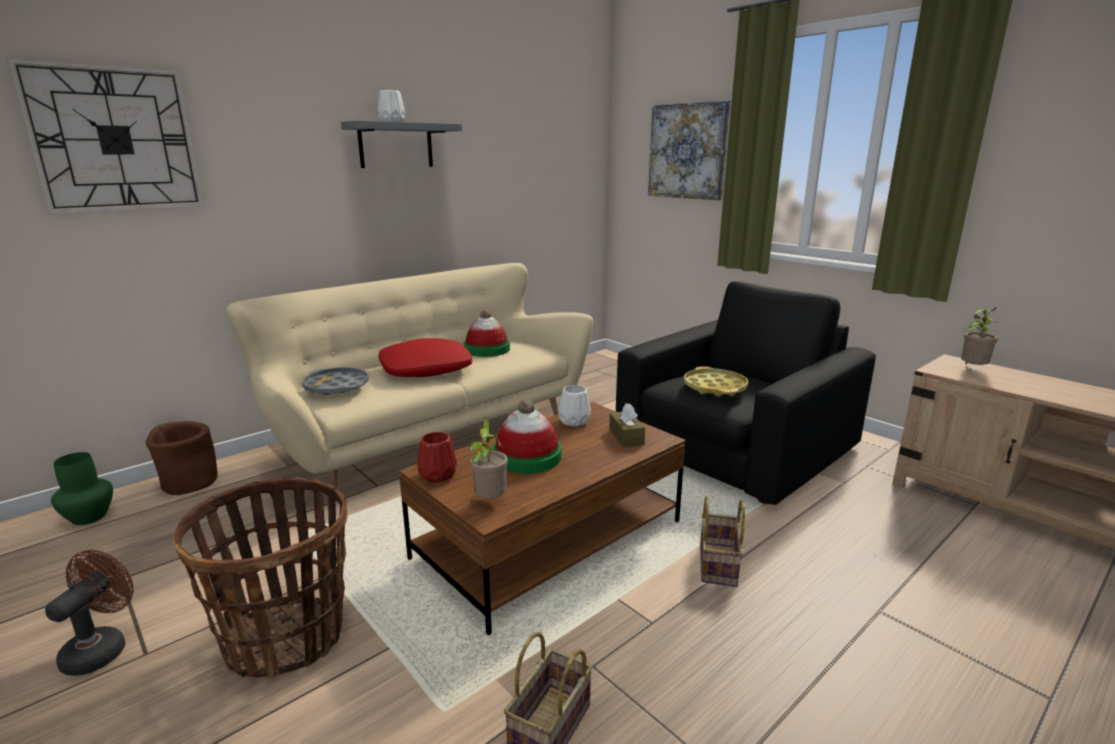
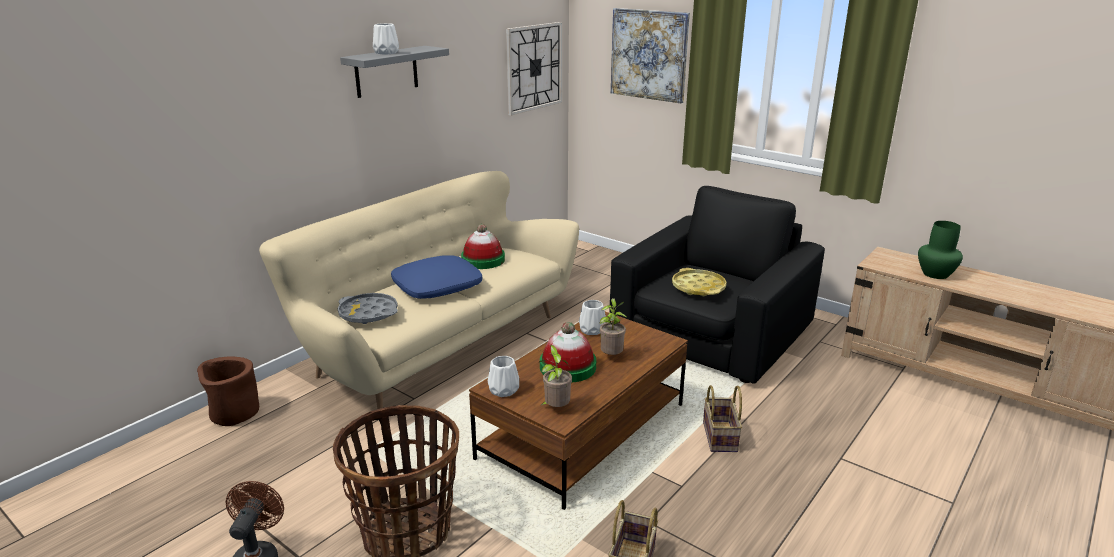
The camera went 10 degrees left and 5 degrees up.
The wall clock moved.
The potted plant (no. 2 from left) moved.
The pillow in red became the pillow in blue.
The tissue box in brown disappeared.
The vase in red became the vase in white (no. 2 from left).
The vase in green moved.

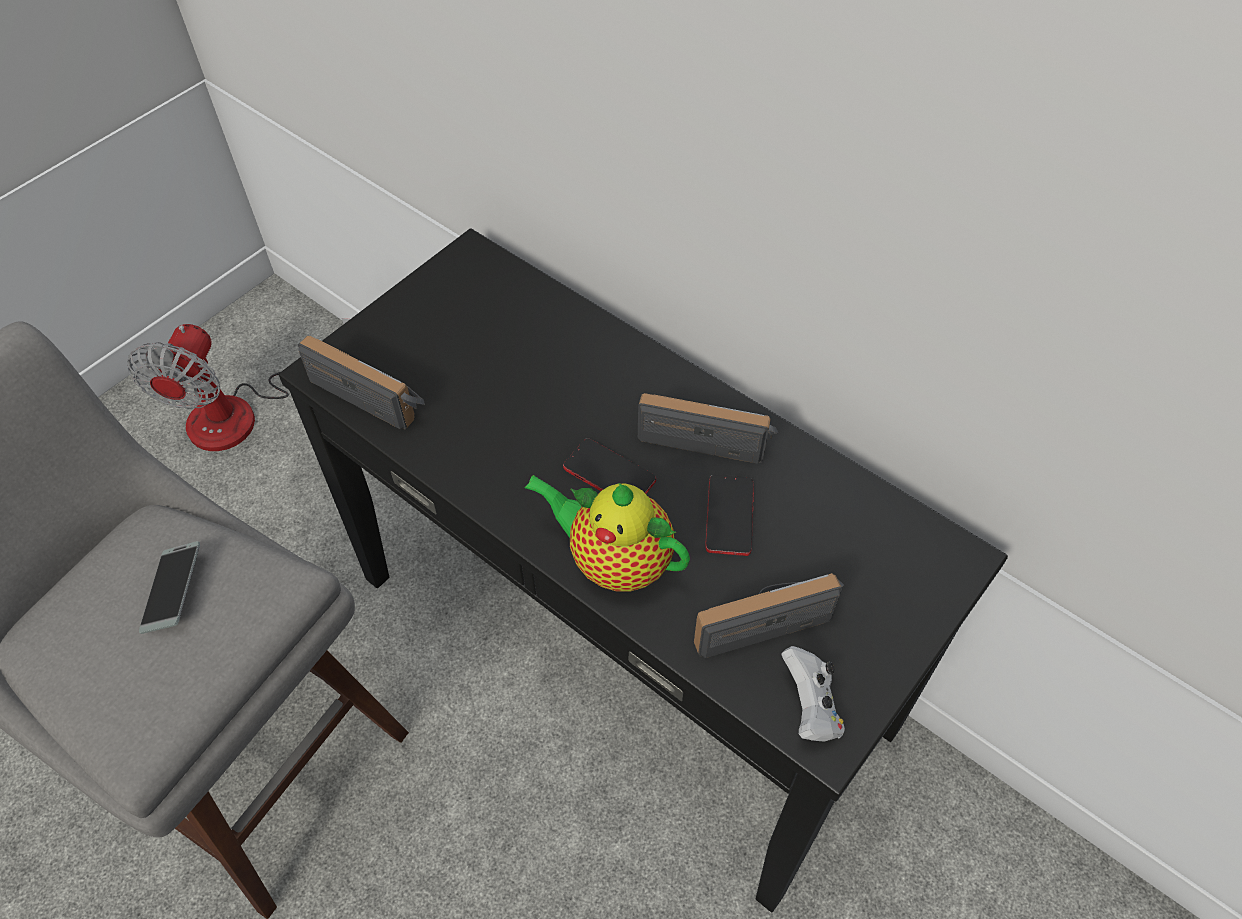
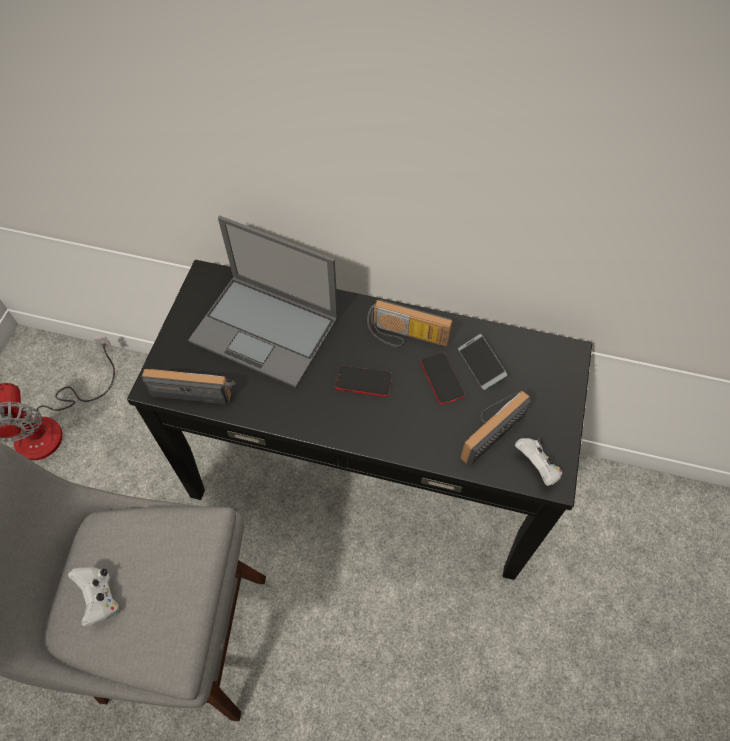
The camera went 25 degrees left and 5 degrees up.
The radio (no. 2 from left) turned 150 degrees counterclockwise.
The teapot disappeared.
The phone (no. 1 from left in the first image) moved.
The laptop appeared.
The game controller in white (no. 1 from left) appeared.

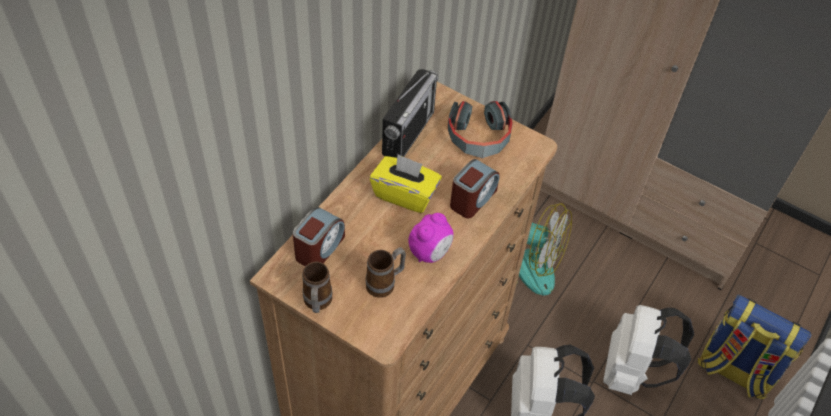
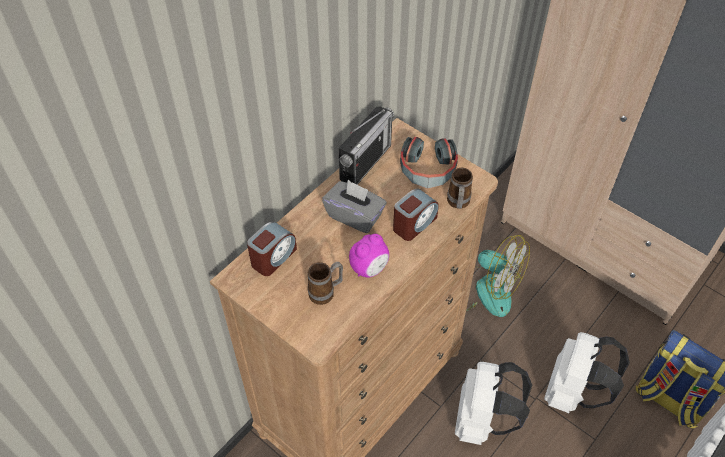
The camera went 10 degrees right and 0 degrees up.
The tissue box in yellow became the tissue box in grey.
The mug (no. 1 from left in the first image) moved.

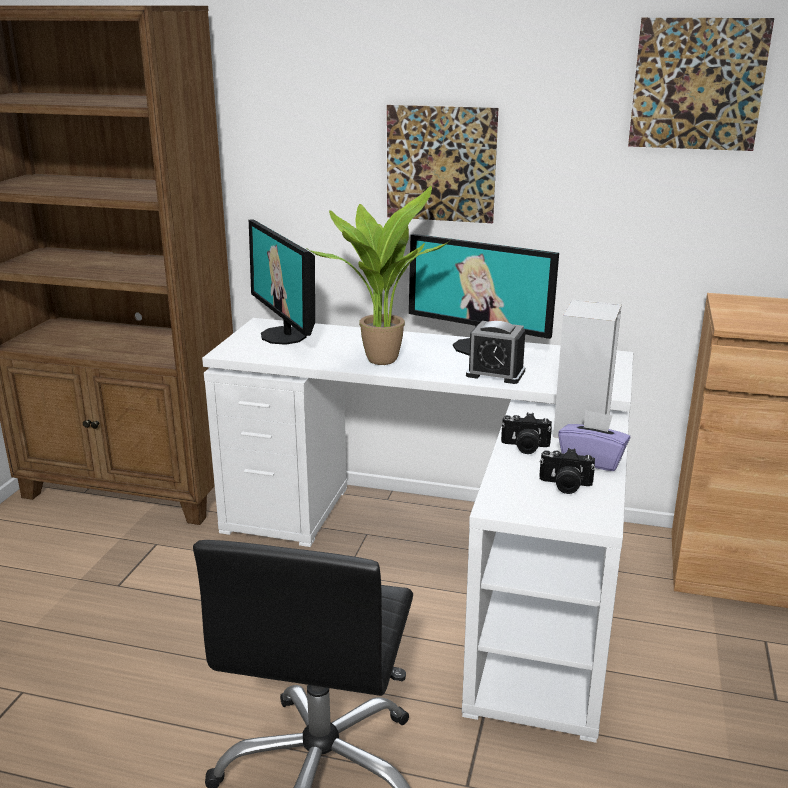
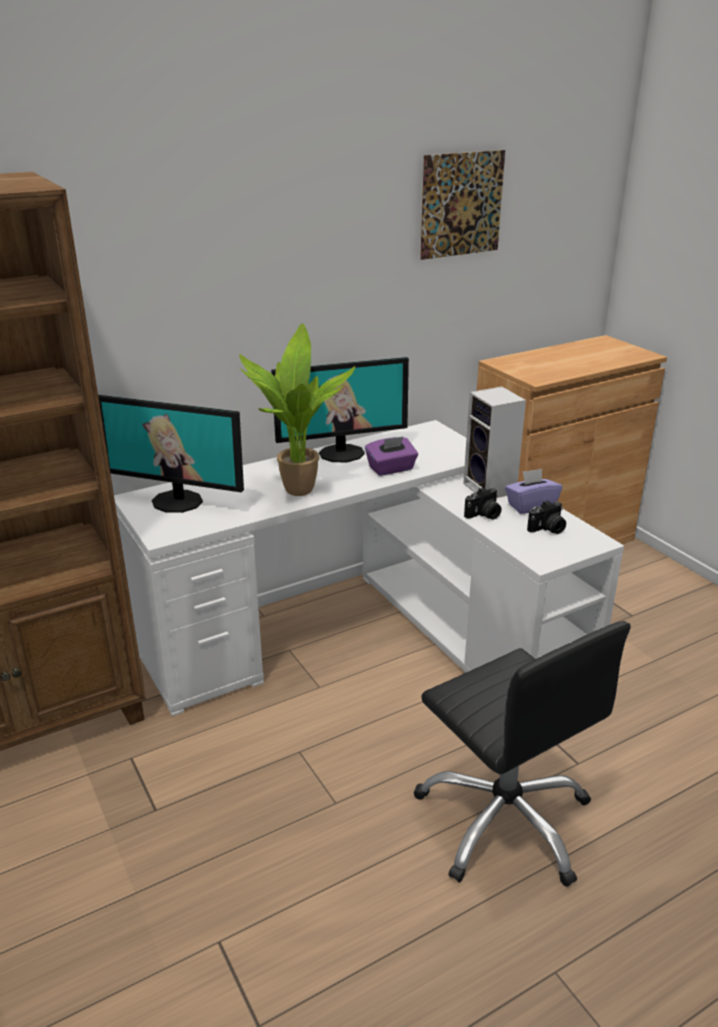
The camera went 45 degrees left and 5 degrees up.
The picture (no. 1 from left) disappeared.
The alarm clock was replaced by the tissue box in purple (no. 1 from left).

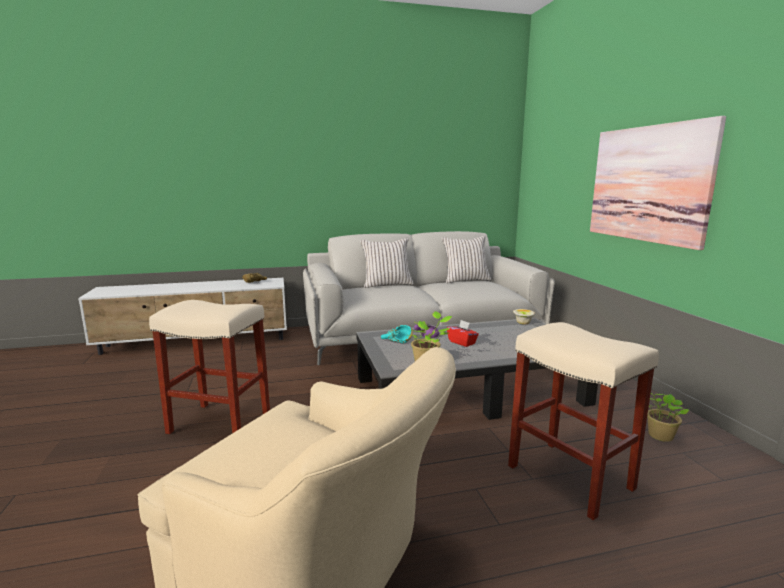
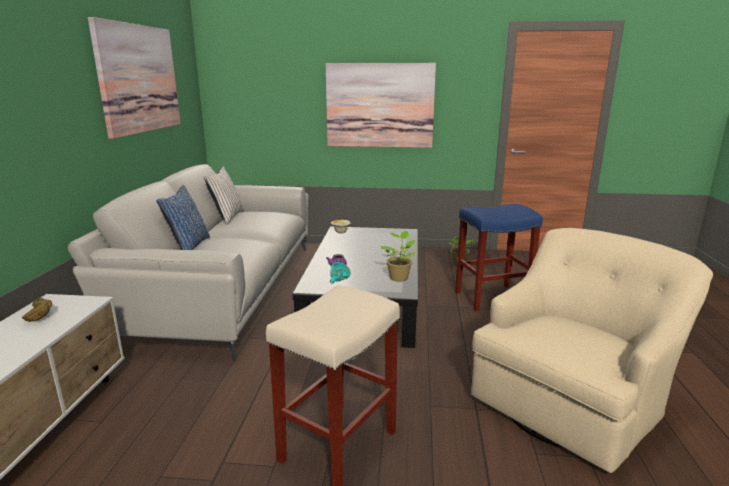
The camera went 70 degrees left and 5 degrees up.
The pillow in white (no. 1 from left) became the pillow in blue.
The tissue box in red disappeared.
The stool in beige (no. 2 from left) became the stool in blue.
The picture (no. 1 from left) appeared.

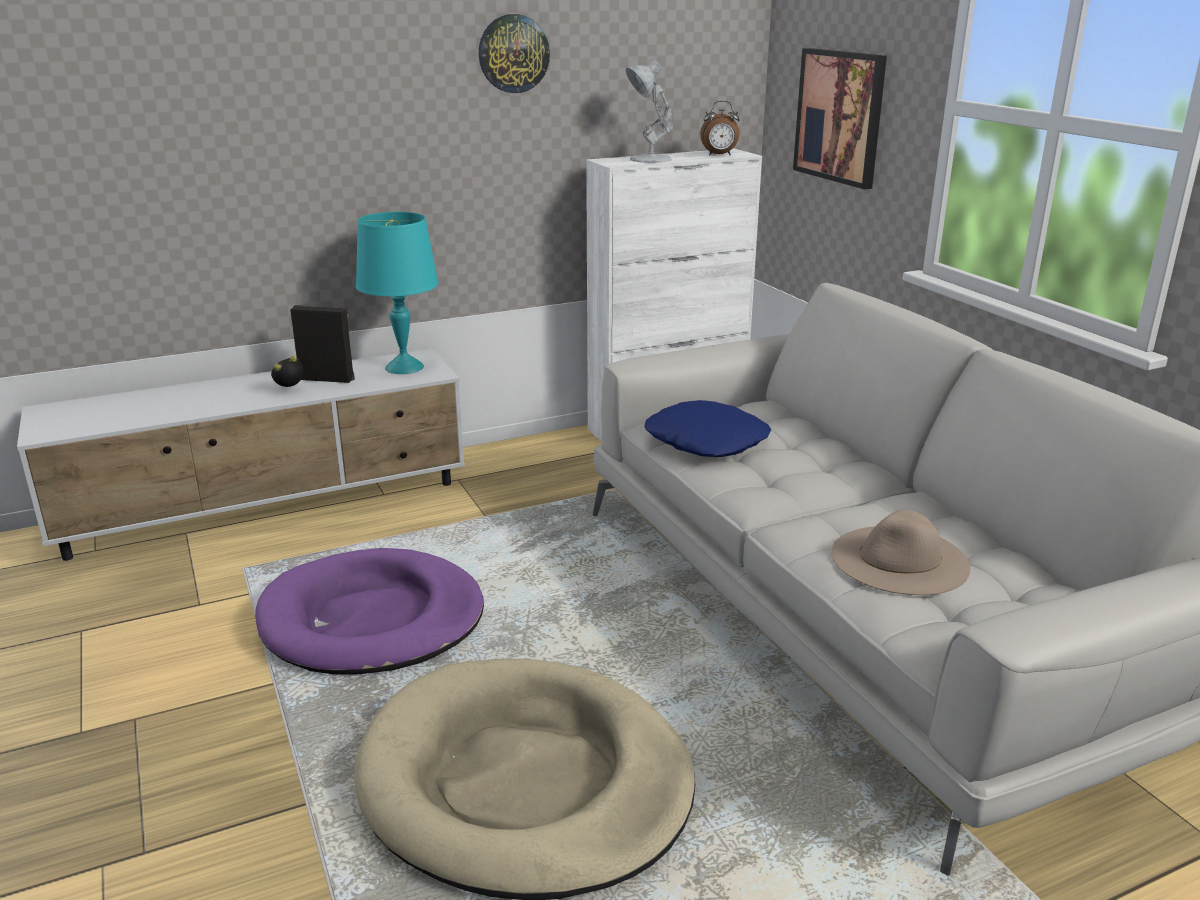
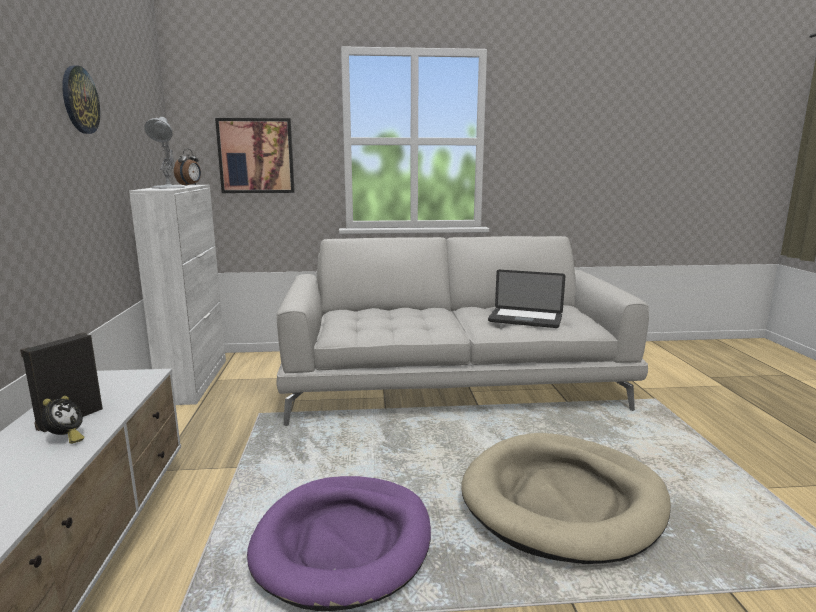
The camera went 70 degrees left and 10 degrees down.
The table lamp in turquoise disappeared.
The alarm clock (no. 1 from left) turned 150 degrees counterclockwise.
The pillow in blue disappeared.
The hat in beige was replaced by the laptop.

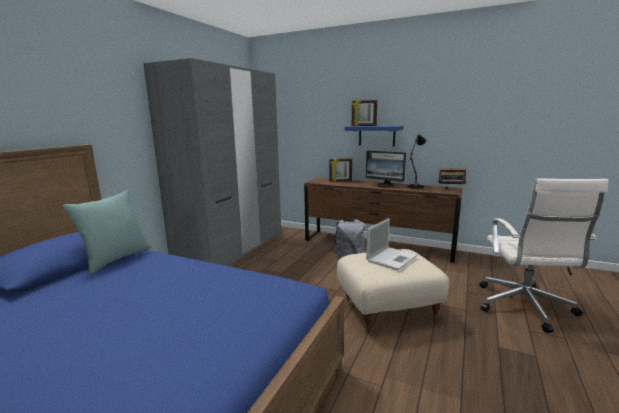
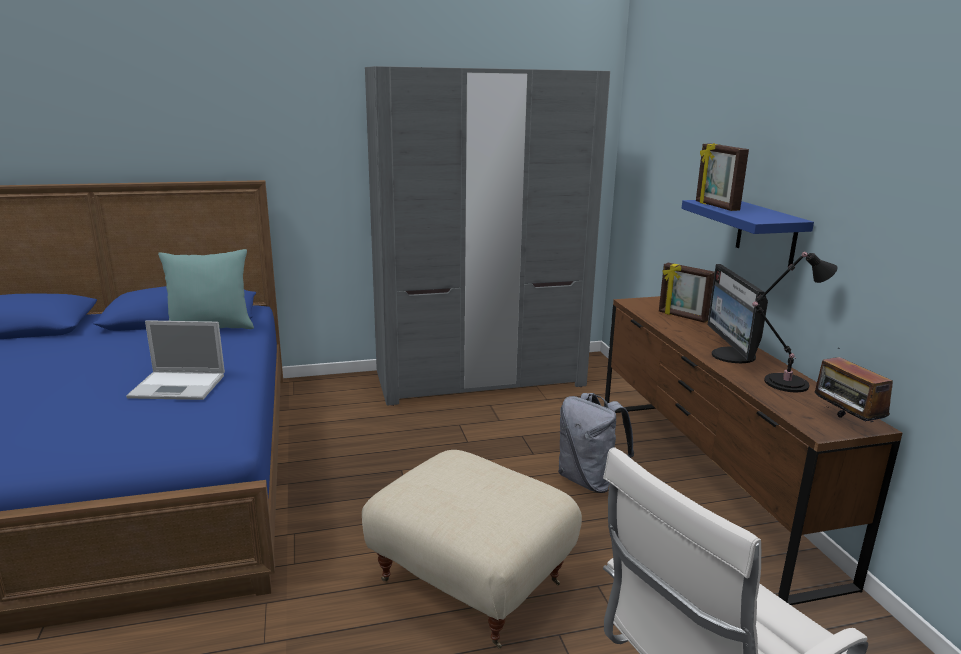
The camera went 50 degrees right and 5 degrees up.
The laptop moved.

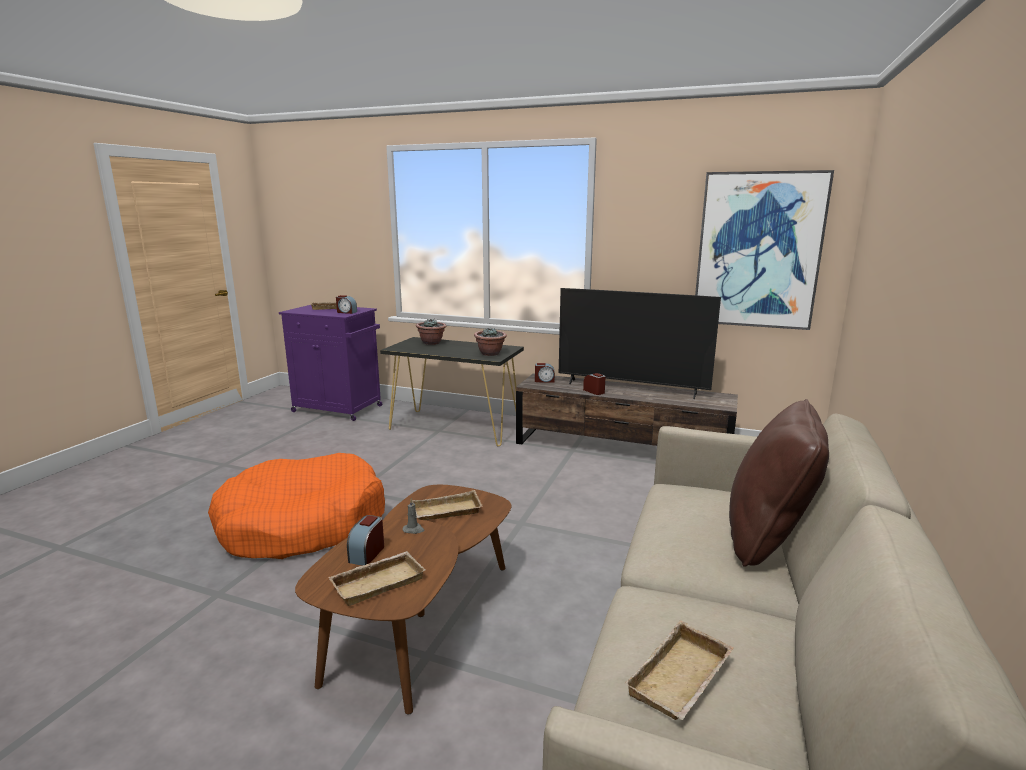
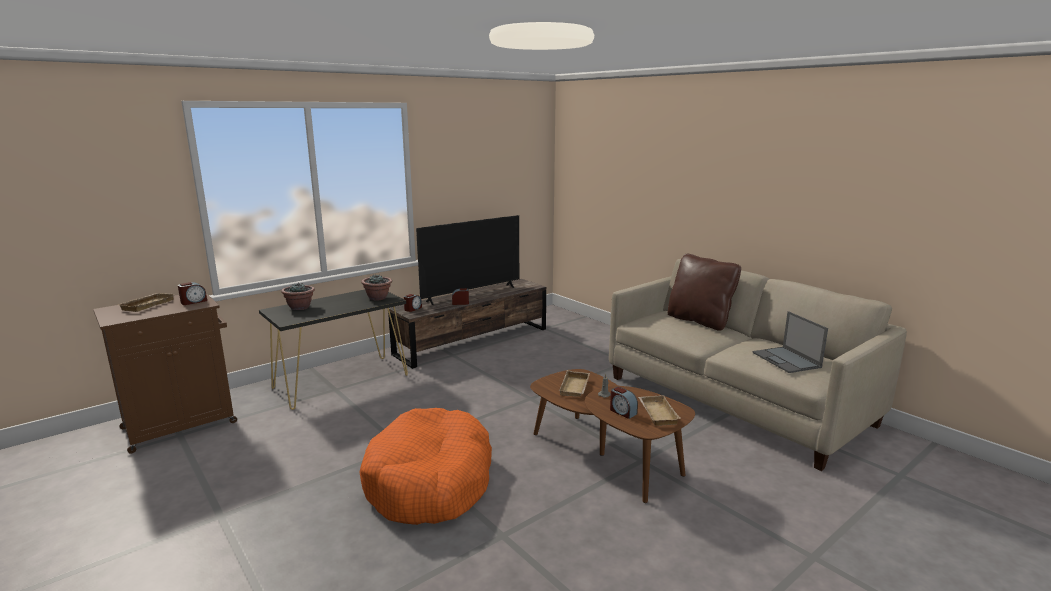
The camera went 60 degrees left and 0 degrees up.
The picture disappeared.
The cabinet in purple became the cabinet in brown.
The tray in beige (no. 4 from left) was replaced by the laptop.

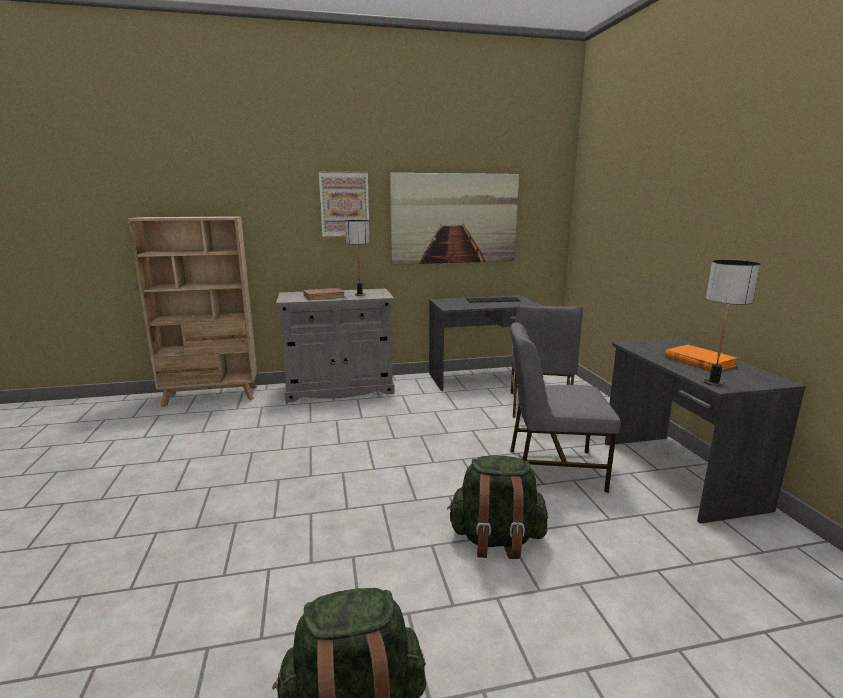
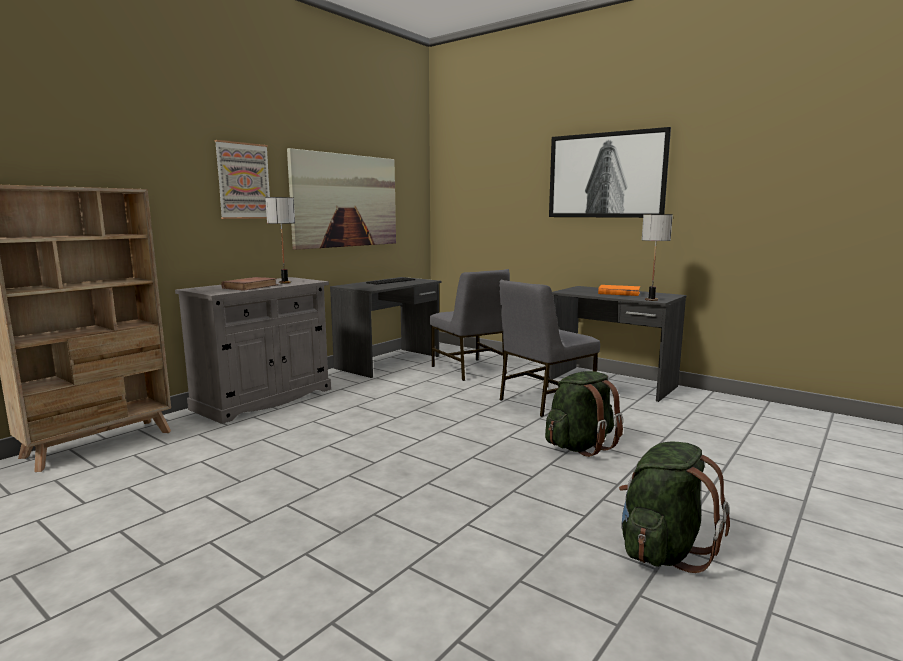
The camera went 40 degrees left and 5 degrees down.
The picture (no. 3 from left) appeared.

